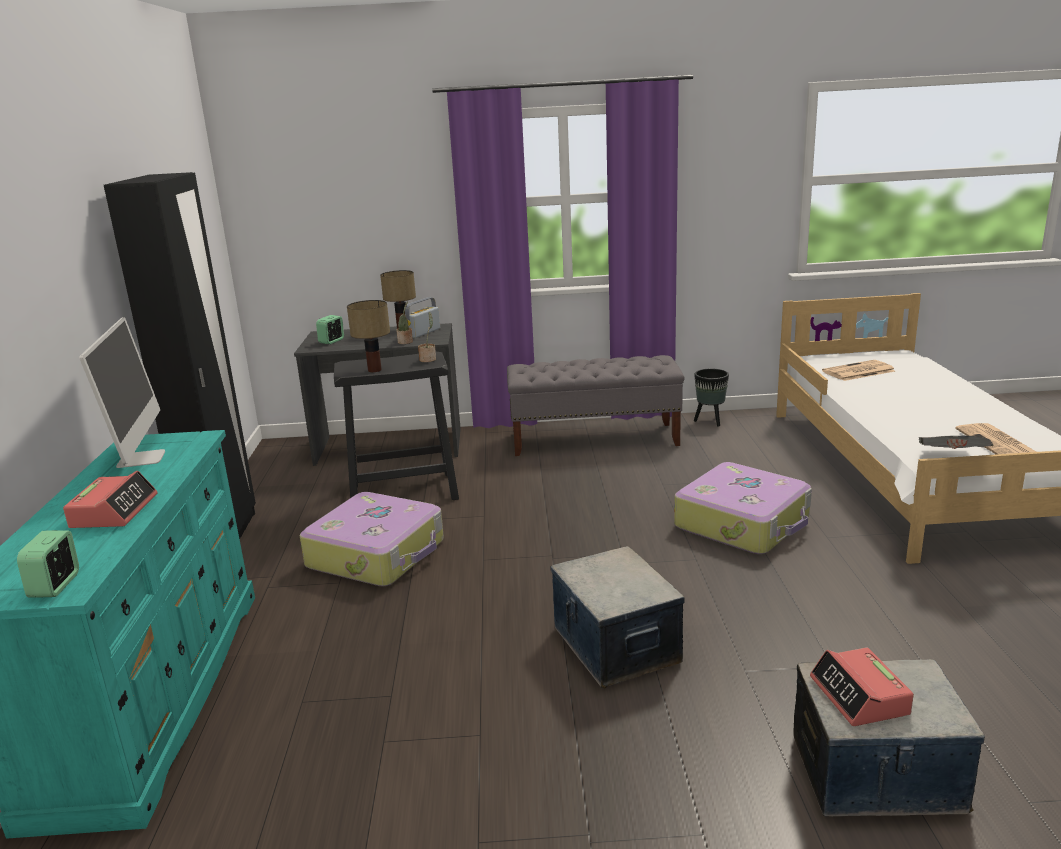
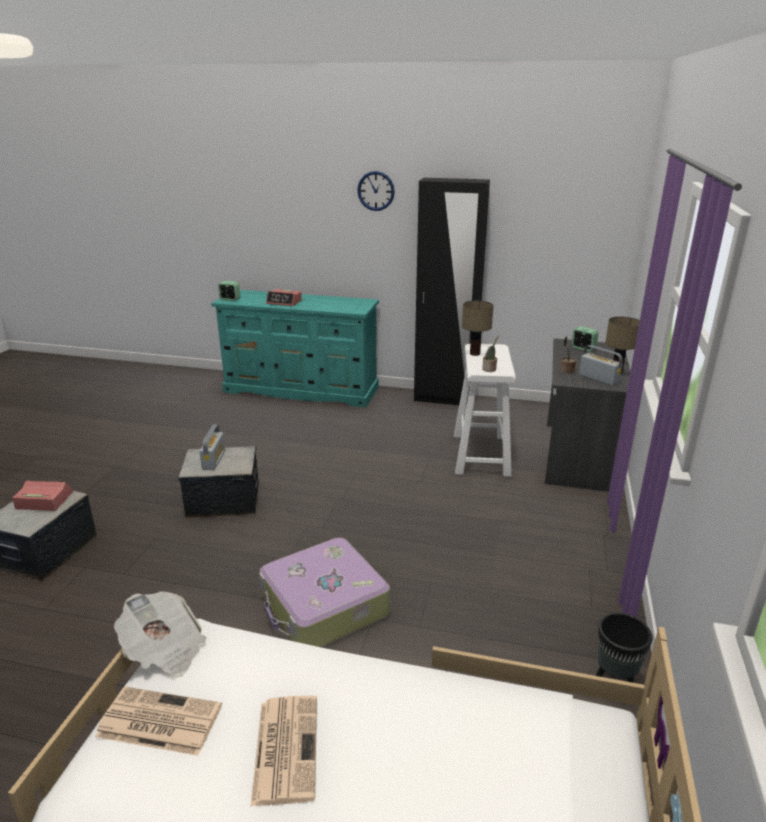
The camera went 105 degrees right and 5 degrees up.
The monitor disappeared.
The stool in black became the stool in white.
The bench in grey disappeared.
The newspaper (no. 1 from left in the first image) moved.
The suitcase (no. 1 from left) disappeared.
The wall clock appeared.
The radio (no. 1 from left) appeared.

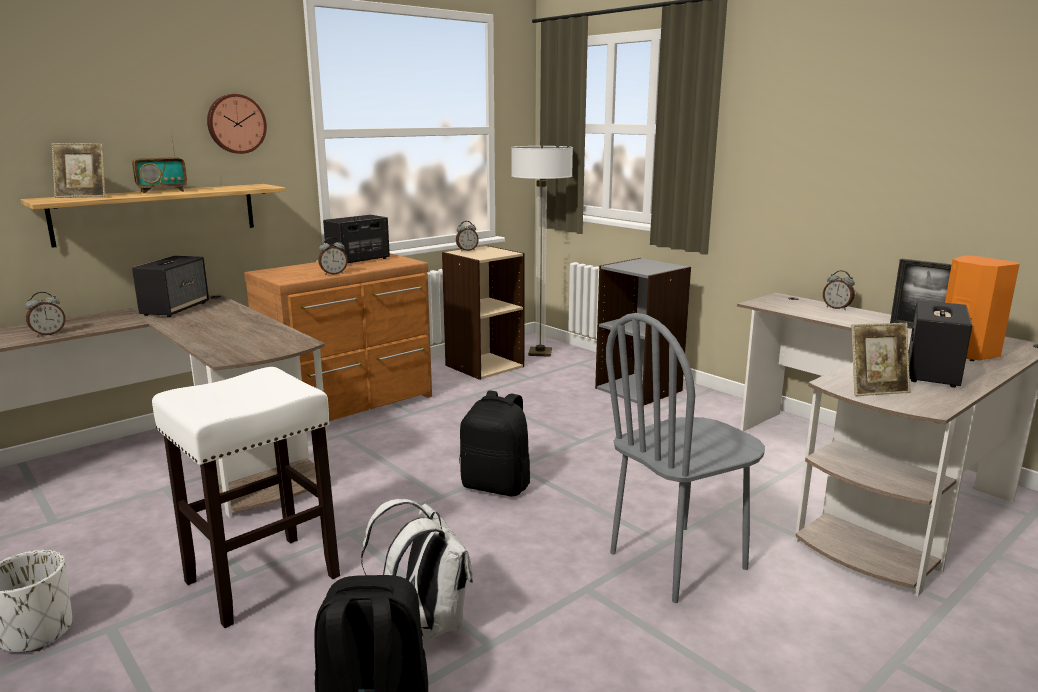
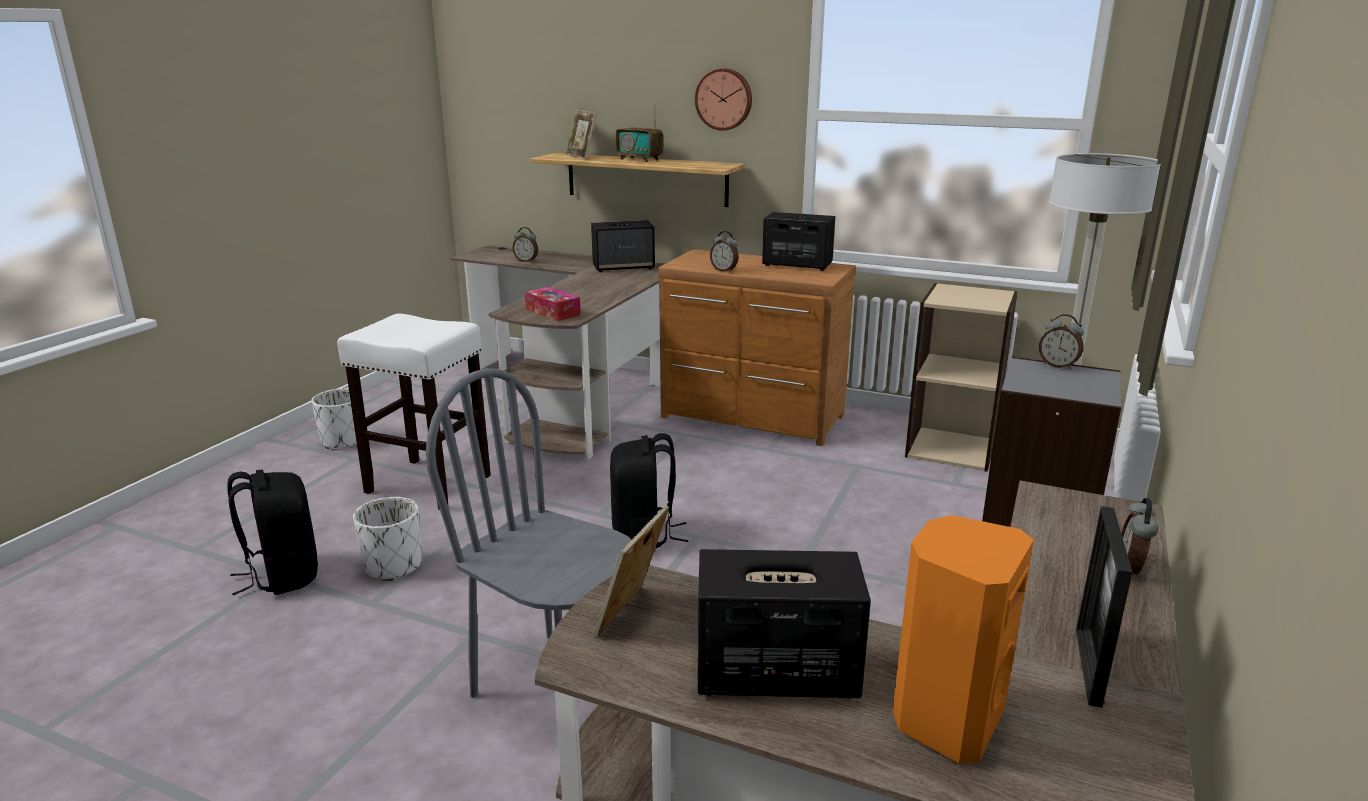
The camera went 65 degrees right and 5 degrees up.
The alarm clock (no. 3 from left) moved.
The picture frame (no. 2 from left) turned 60 degrees clockwise.
The backpack in white was replaced by the planter in white (no. 2 from left).
The tissue box appeared.

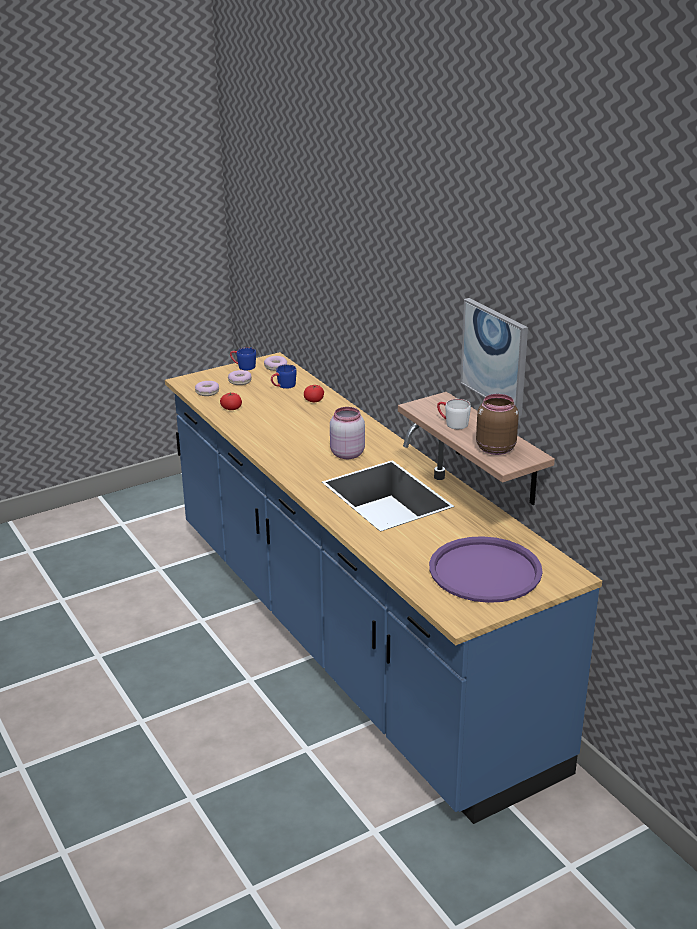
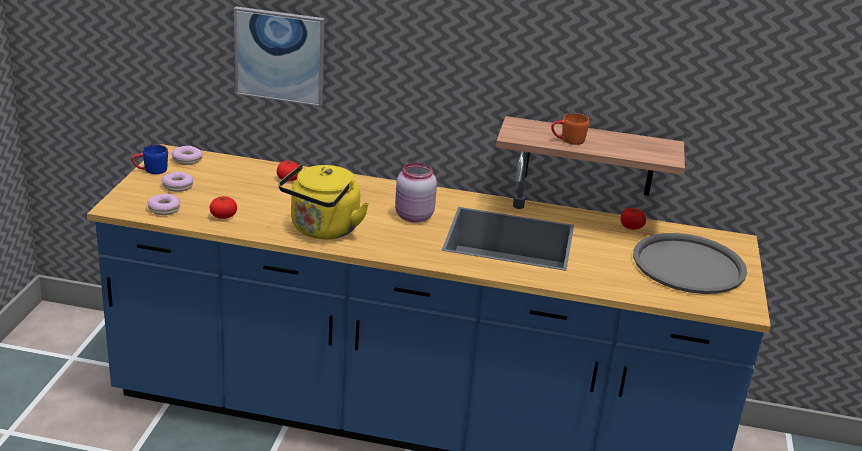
The camera went 50 degrees left and 0 degrees up.
The picture moved.
The mug in blue (no. 2 from left) disappeared.
The jar in brown disappeared.
The mug in white became the mug in orange.
The tray in purple became the tray in grey.
The kettle in yellow appeared.
The tomato (no. 3 from left) appeared.

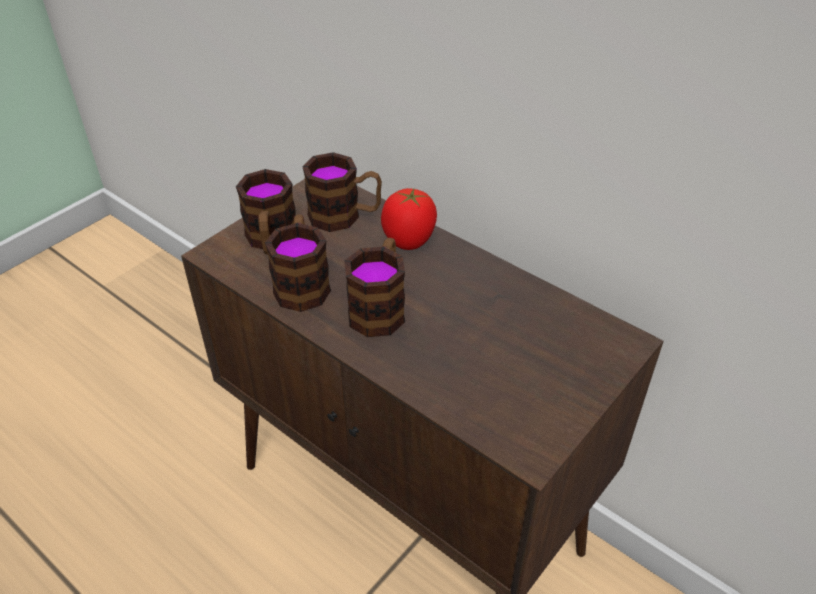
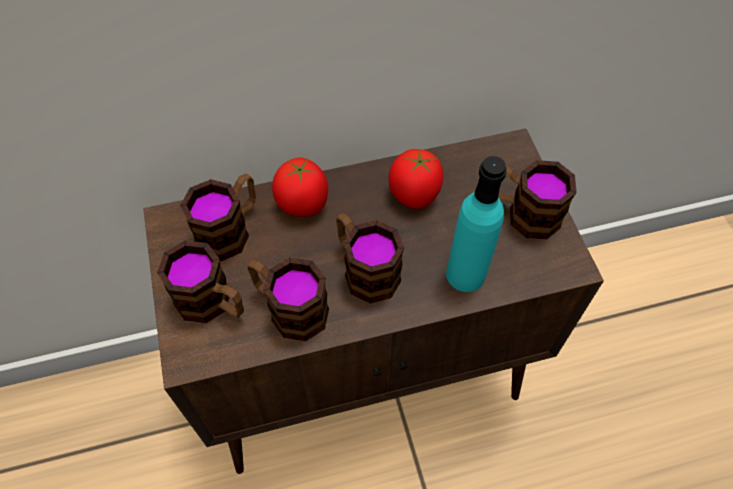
The camera went 55 degrees left and 15 degrees up.
The tomato (no. 2 from left) appeared.
The bottle in turquoise appeared.
The mug (no. 5 from left) appeared.

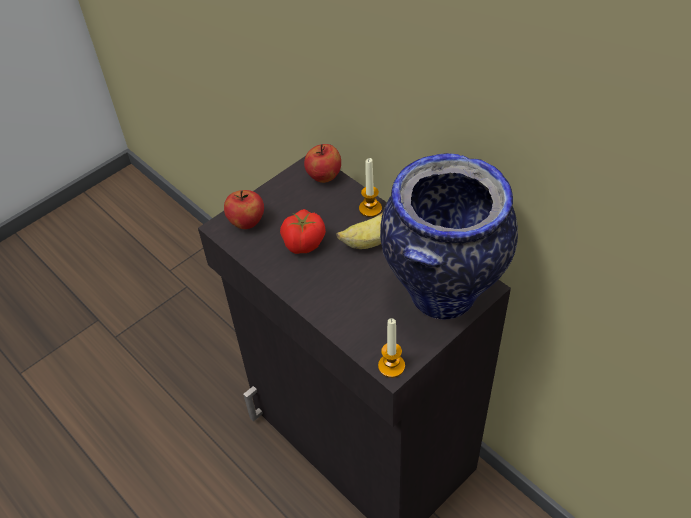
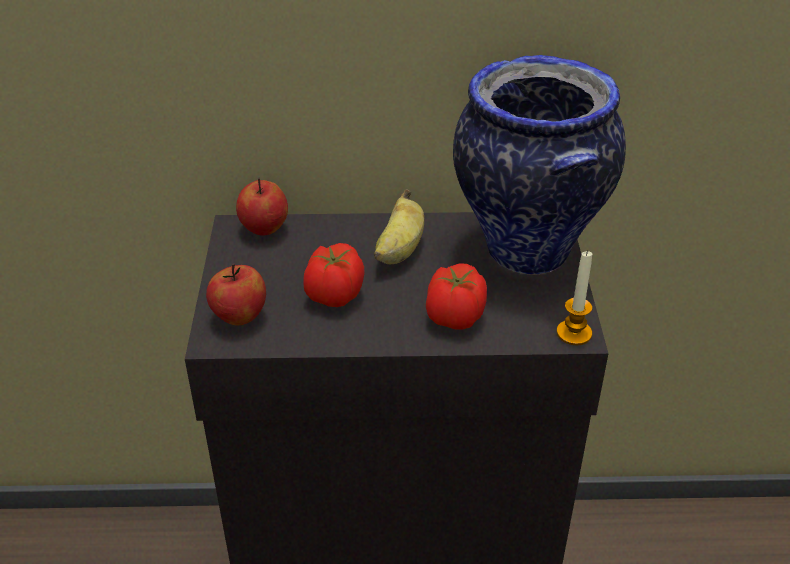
The camera went 50 degrees left and 10 degrees down.
The candle (no. 1 from left) disappeared.
The tomato (no. 2 from left) appeared.

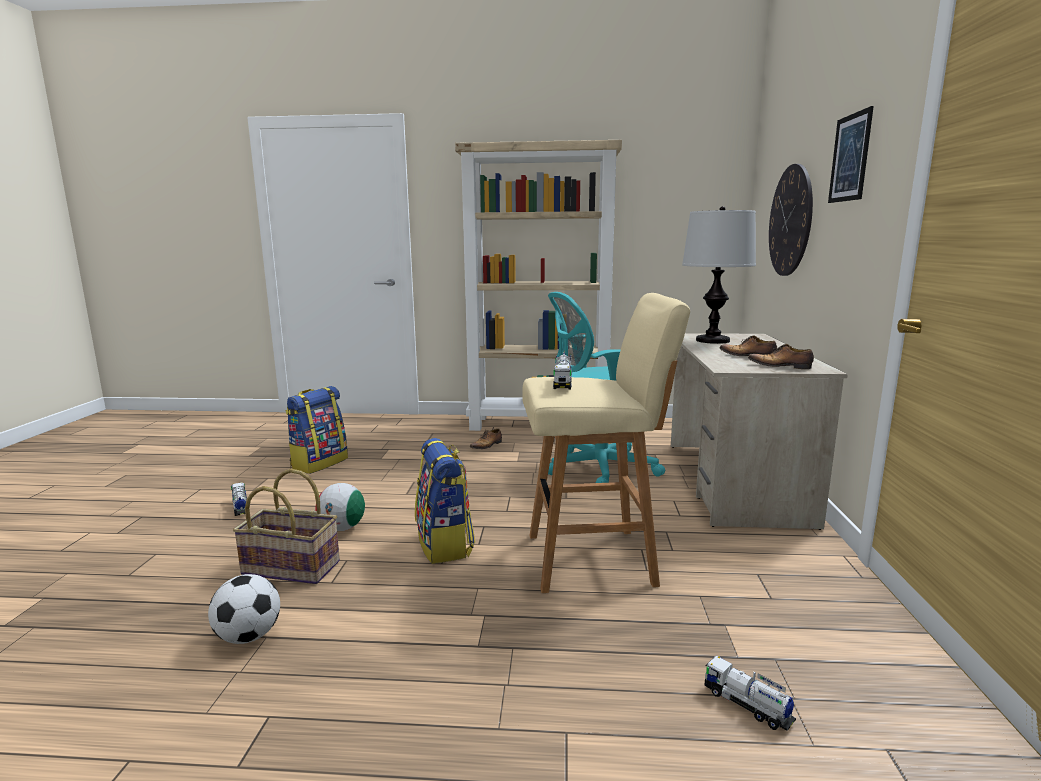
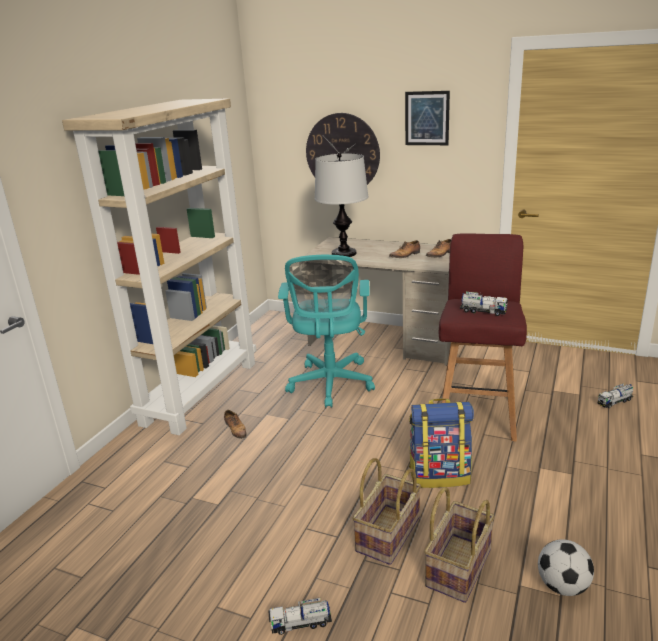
The camera went 70 degrees left and 10 degrees up.
The stool in beige became the stool in red.
The backpack (no. 1 from left) disappeared.
The football (no. 2 from left) was replaced by the basket (no. 1 from left).

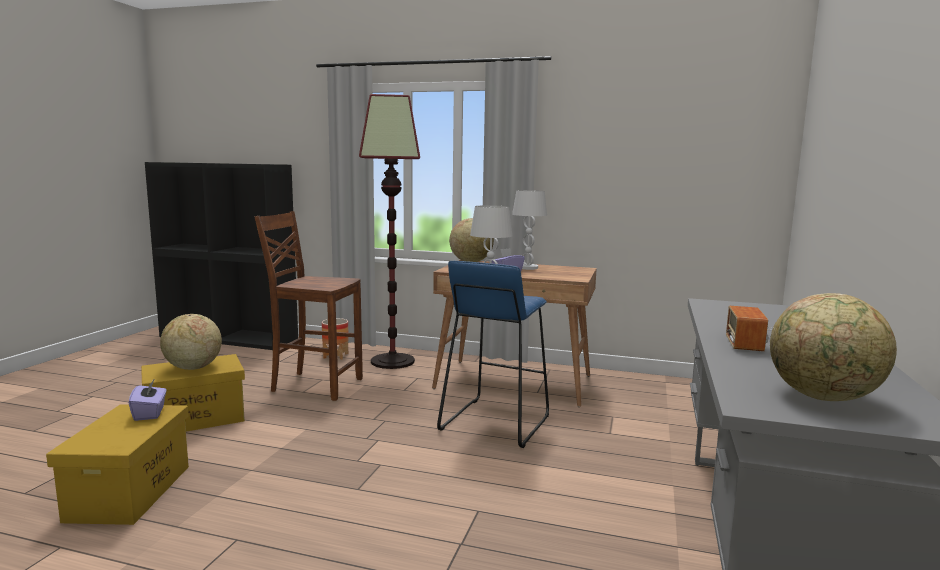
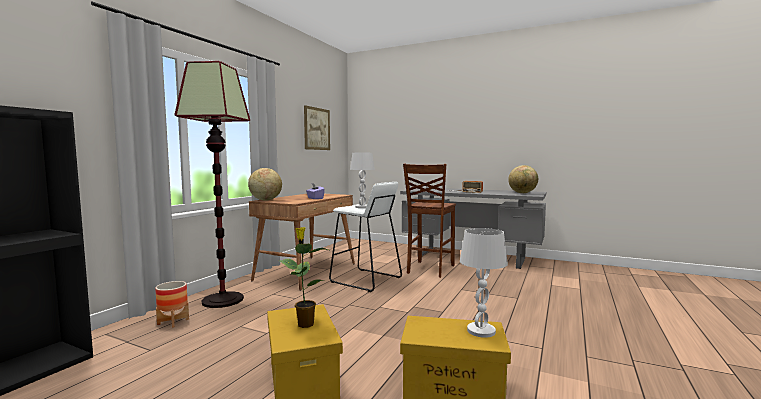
The camera went 80 degrees left and 5 degrees down.
The table lamp in white (no. 2 from left) moved.
The chair in brown moved.
The stool in blue became the stool in white.
The globe (no. 1 from left) was replaced by the potted plant.
The tissue box in purple (no. 1 from left) disappeared.
The picture appeared.

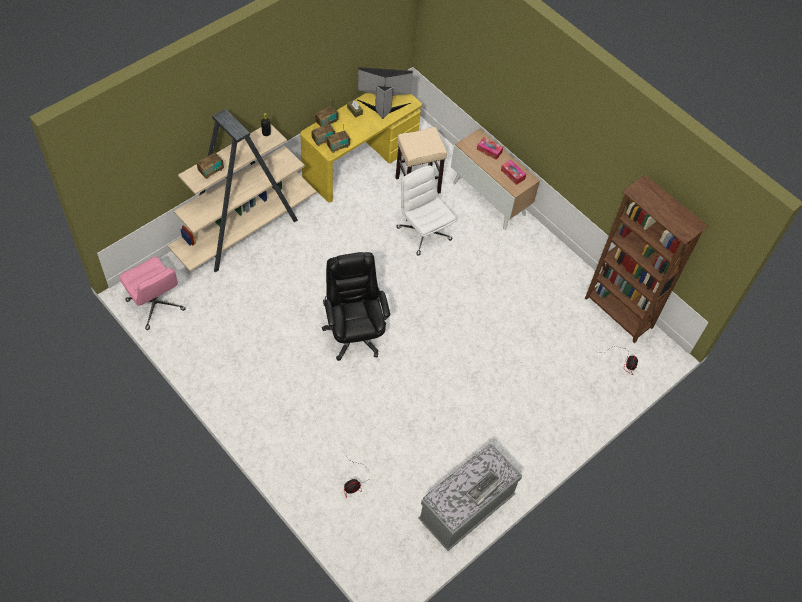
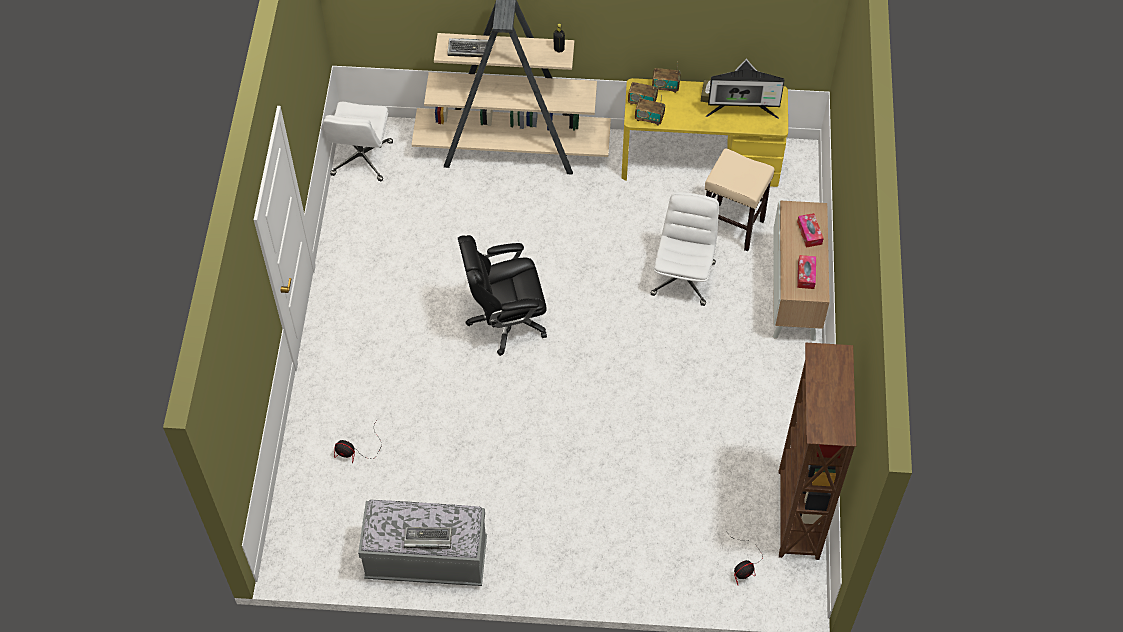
The camera went 50 degrees right and 0 degrees up.
The monitor turned 135 degrees clockwise.
The radio (no. 1 from left) was replaced by the keyboard (no. 2 from left).
The office chair in black turned 135 degrees counterclockwise.
The office chair in pink became the office chair in white (no. 1 from left).

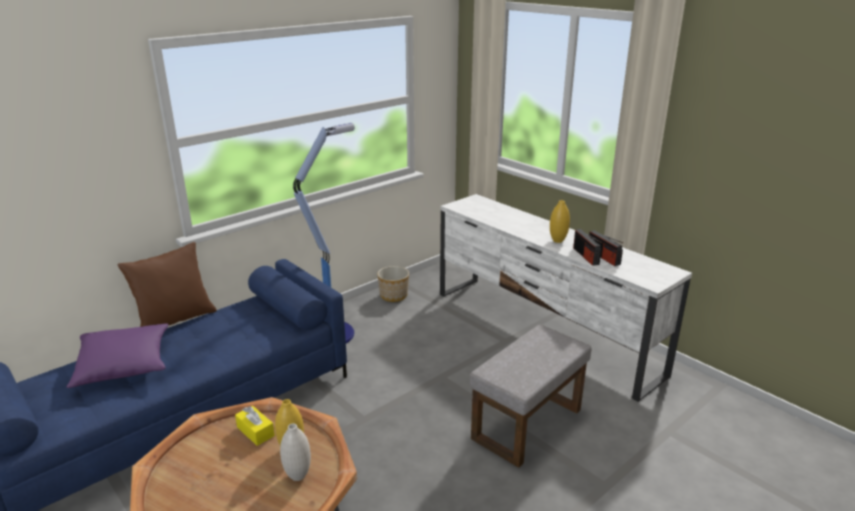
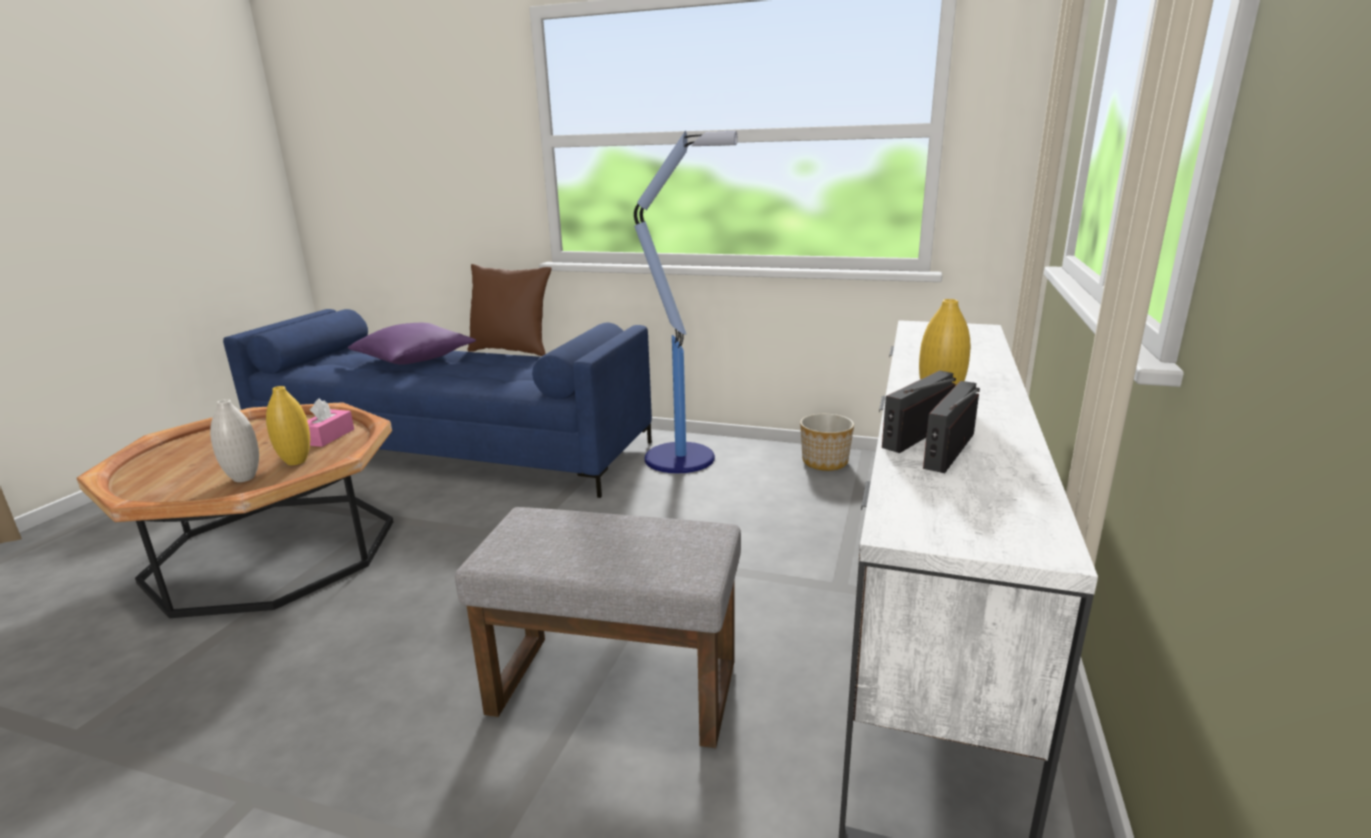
The camera went 60 degrees right and 5 degrees down.
The tissue box in yellow became the tissue box in pink.

